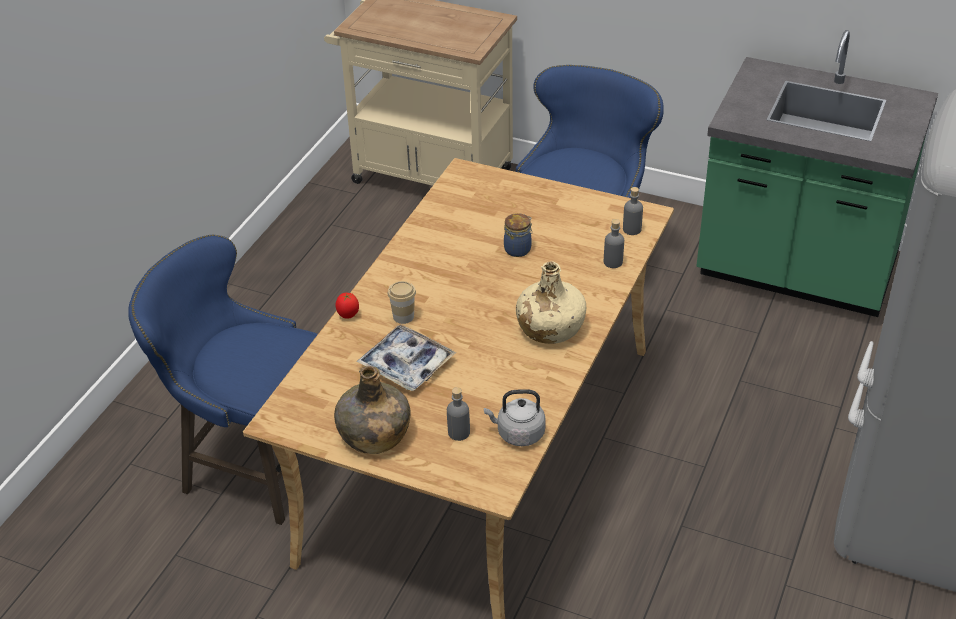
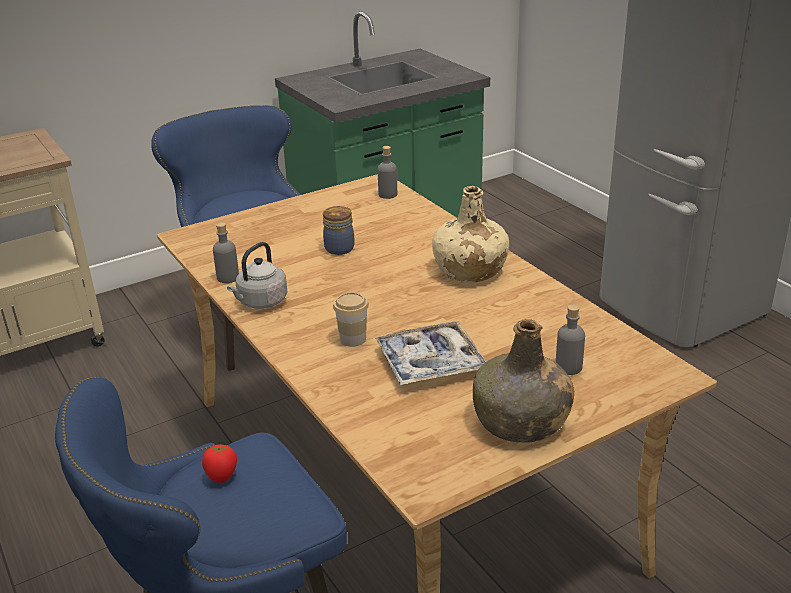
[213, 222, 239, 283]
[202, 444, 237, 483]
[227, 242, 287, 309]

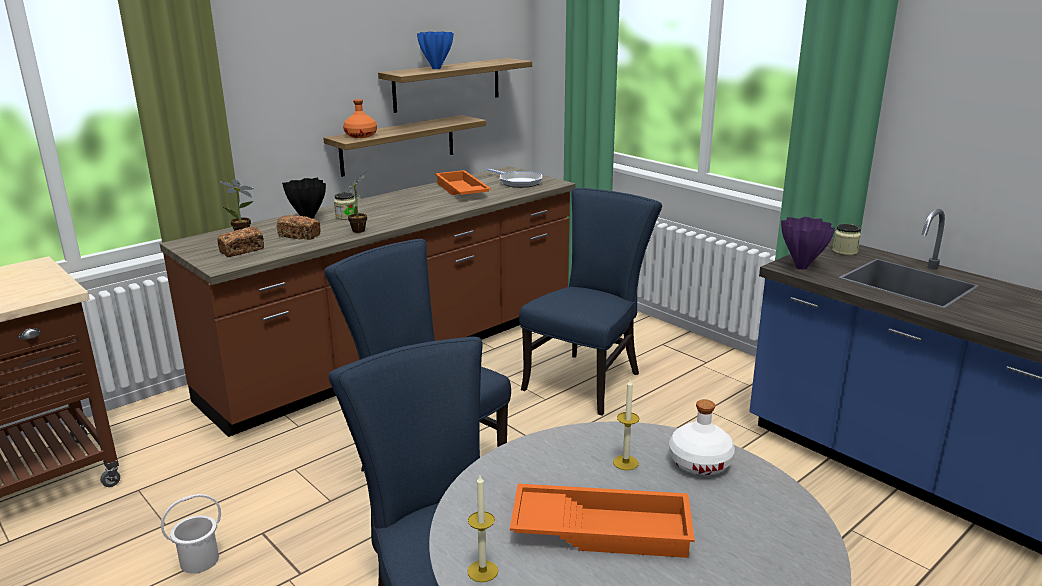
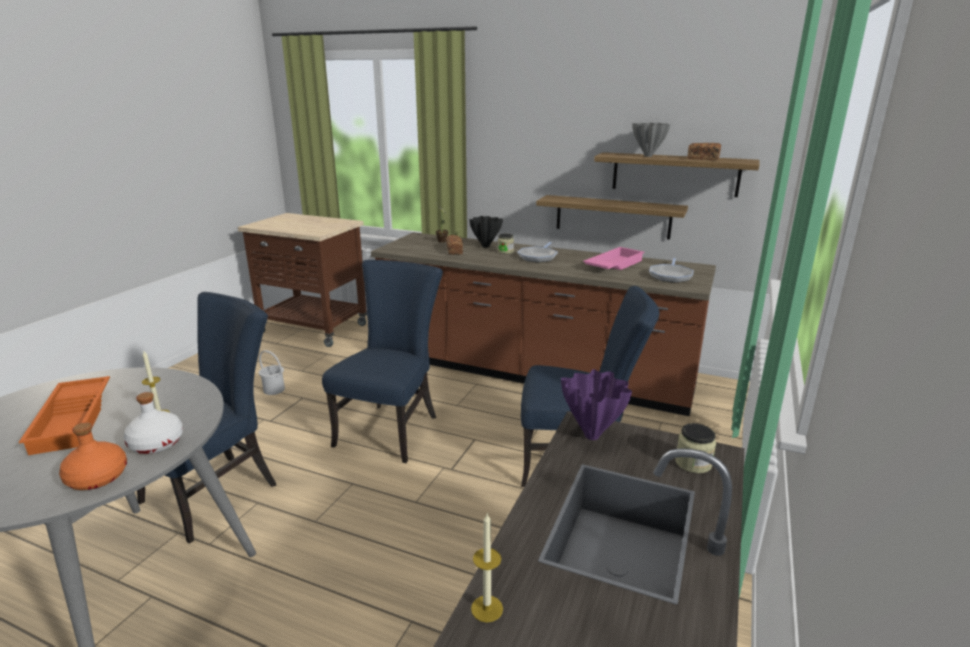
[633, 123, 670, 157]
[59, 422, 127, 490]
[583, 247, 645, 270]
[342, 172, 367, 233] (first image)
[688, 143, 721, 160]
[471, 514, 503, 622]
[517, 242, 558, 262]

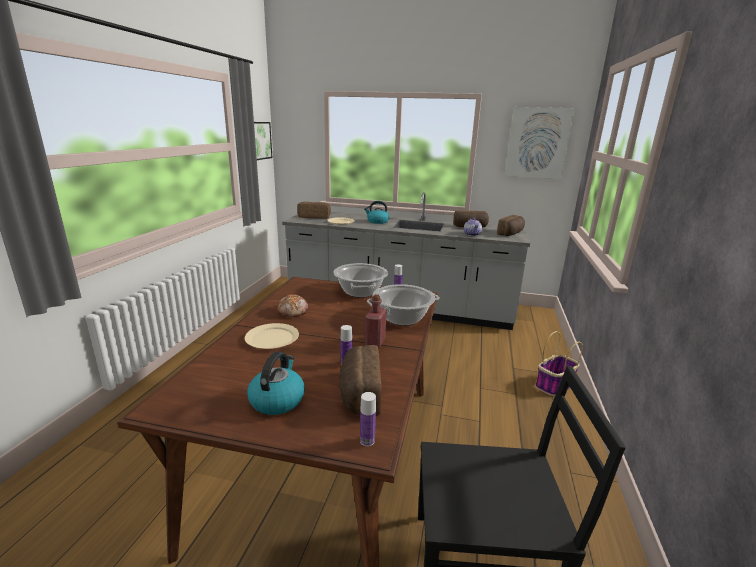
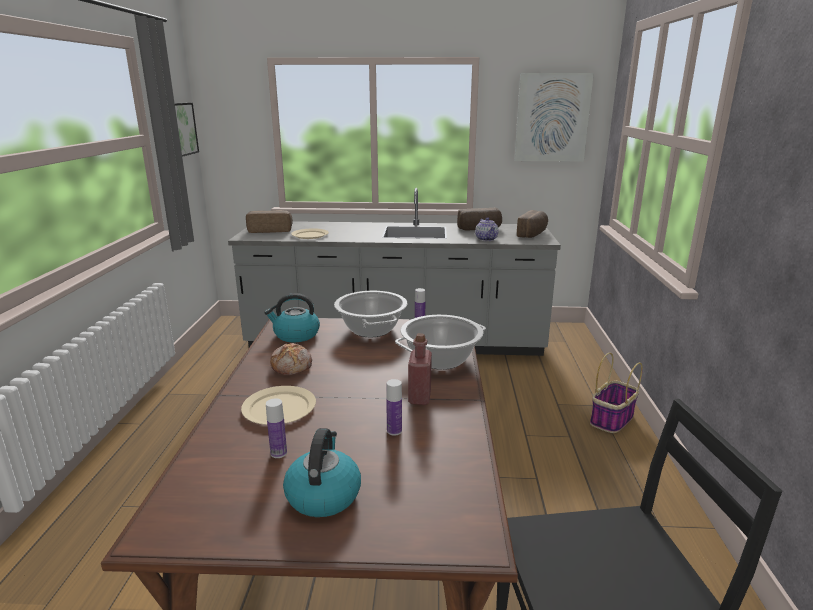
[264, 293, 320, 342]
[339, 345, 381, 416] (first image)
[266, 399, 287, 458]

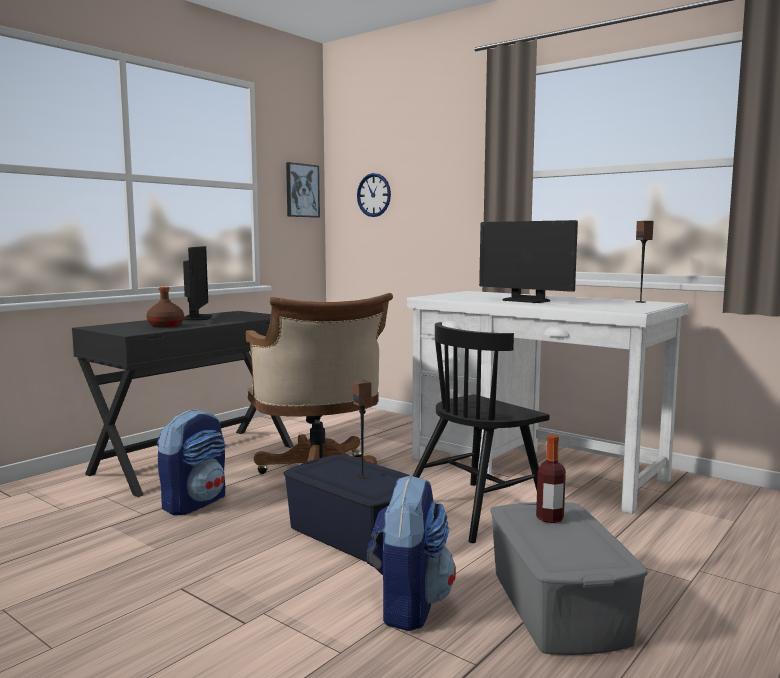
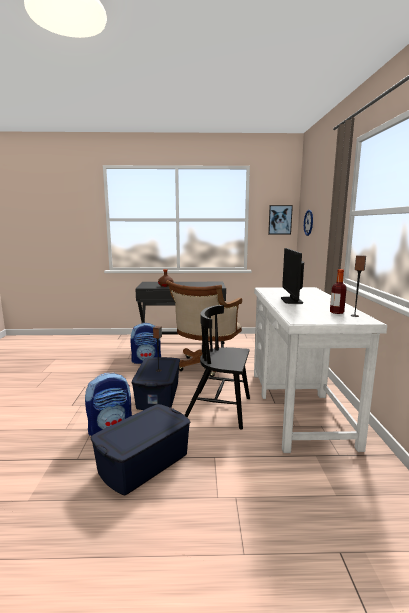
[183, 246, 212, 320] (first image)
[330, 269, 347, 314]
[91, 404, 190, 495]

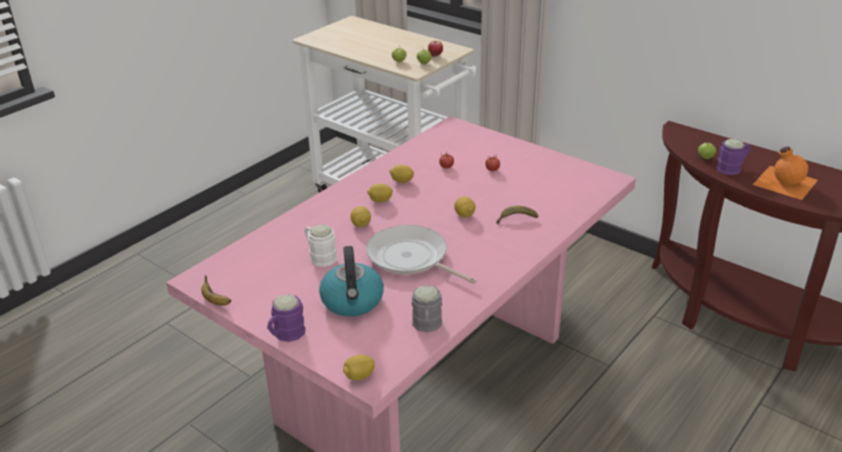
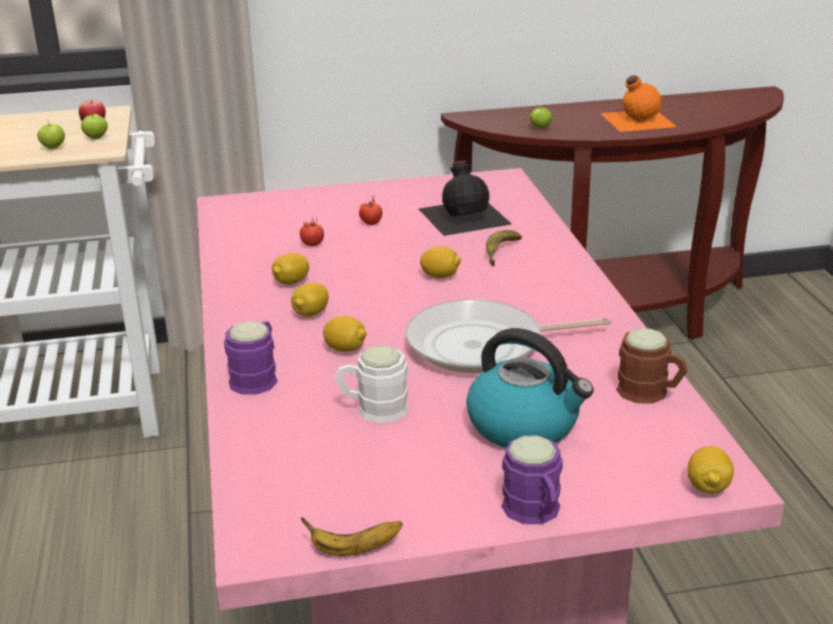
[224, 321, 278, 395]
[616, 328, 688, 404]
[419, 161, 512, 236]

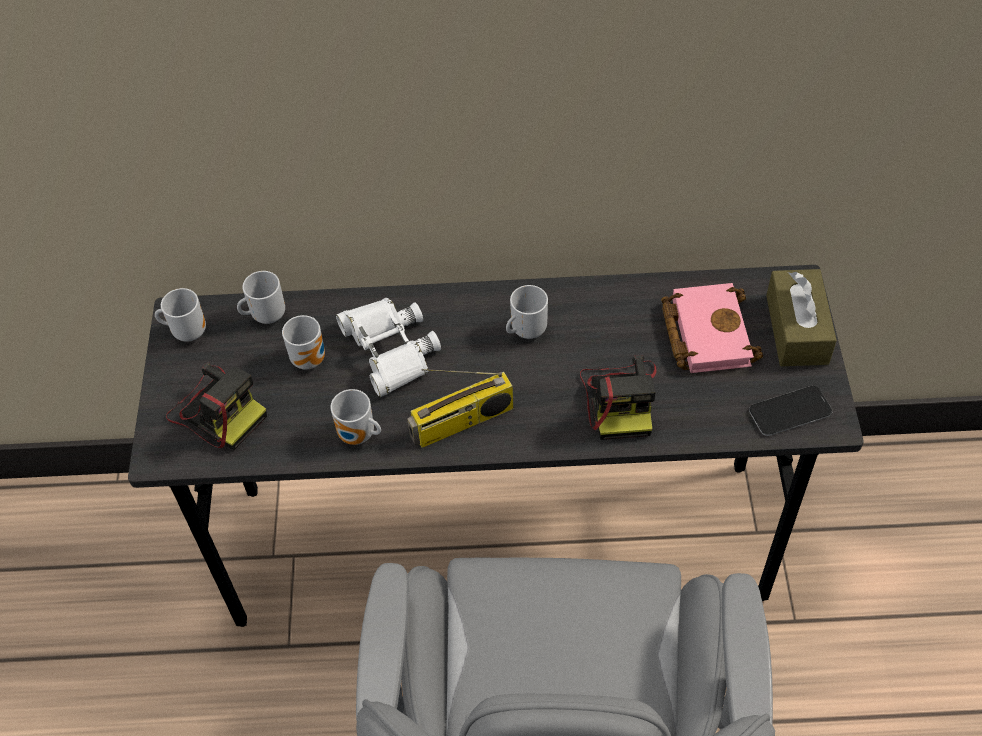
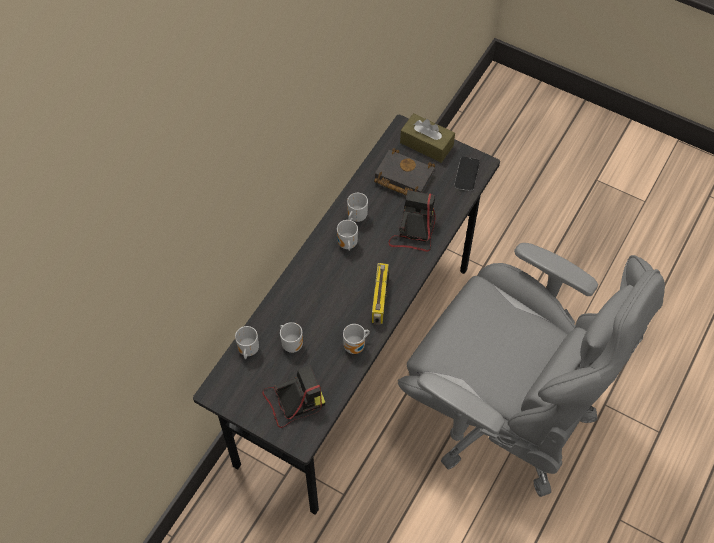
[374, 148, 435, 196]
[347, 193, 368, 222]
[336, 298, 441, 397] (first image)
[388, 190, 436, 252]

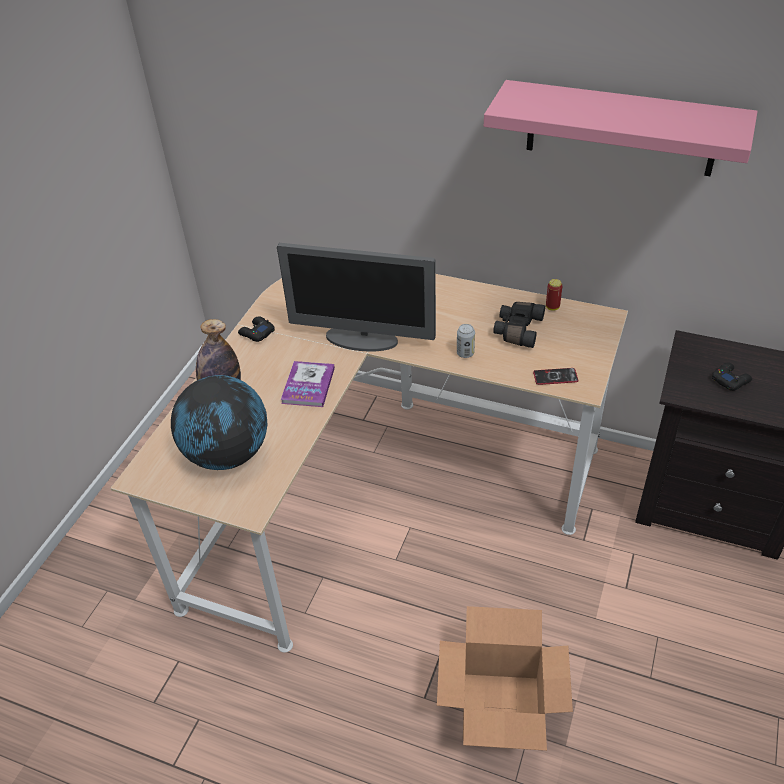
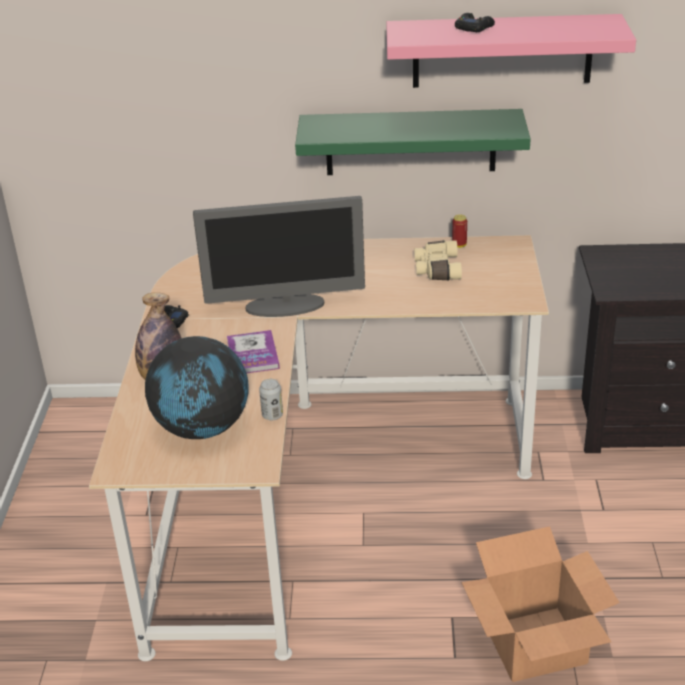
[414, 240, 462, 280]
[259, 379, 283, 420]
[455, 13, 495, 32]
[533, 368, 579, 385] (first image)
[295, 109, 531, 175]

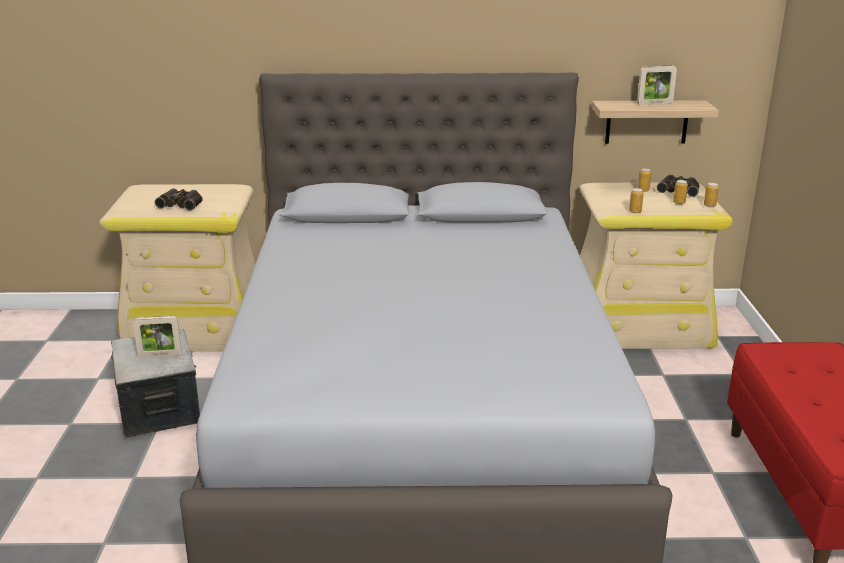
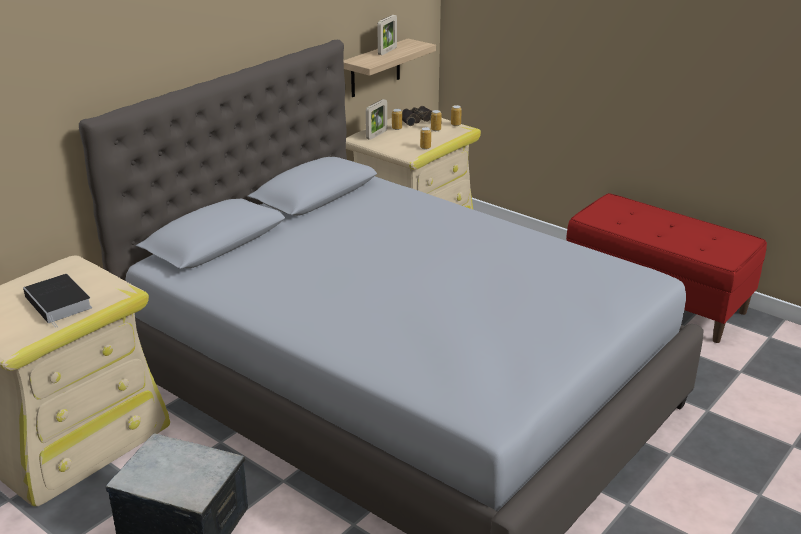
[23, 274, 92, 327]
[366, 99, 387, 140]

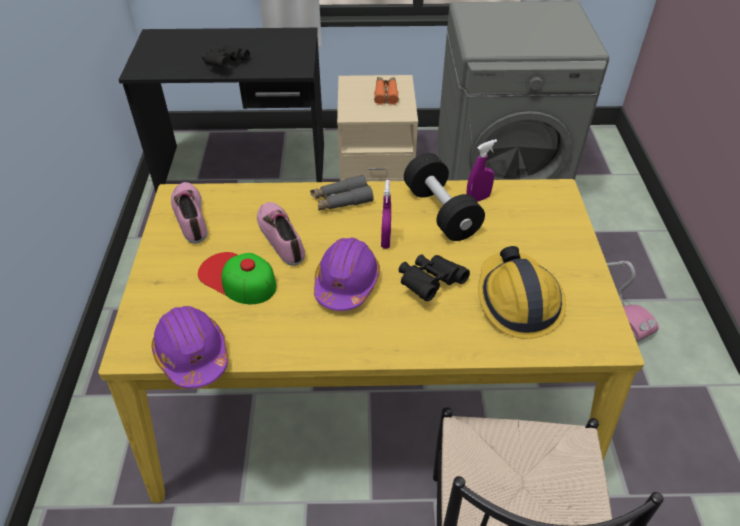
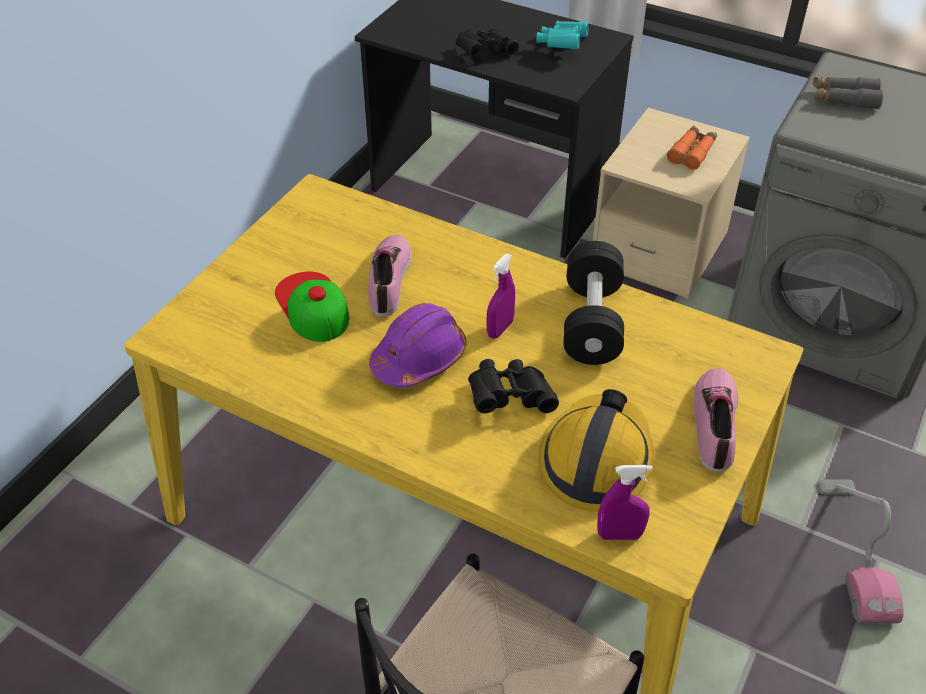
[597, 465, 653, 540]
[813, 77, 883, 109]
[694, 368, 738, 472]
[152, 306, 228, 389] (first image)
[536, 21, 589, 49]

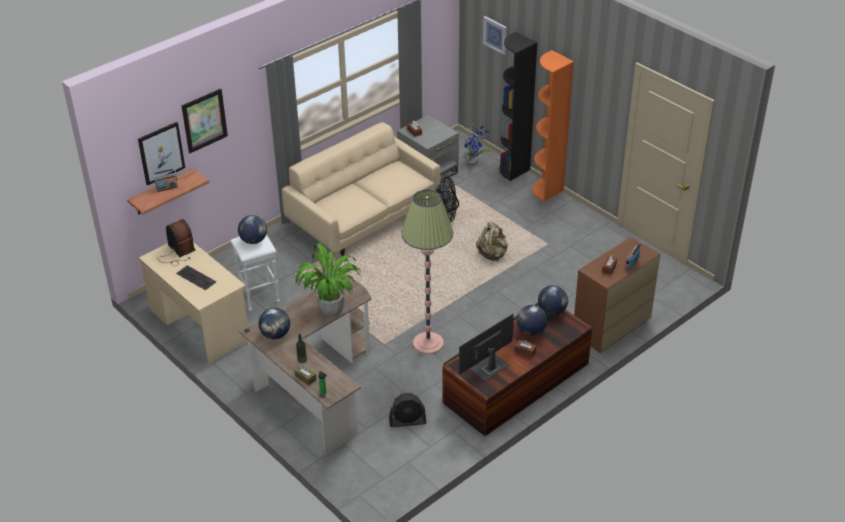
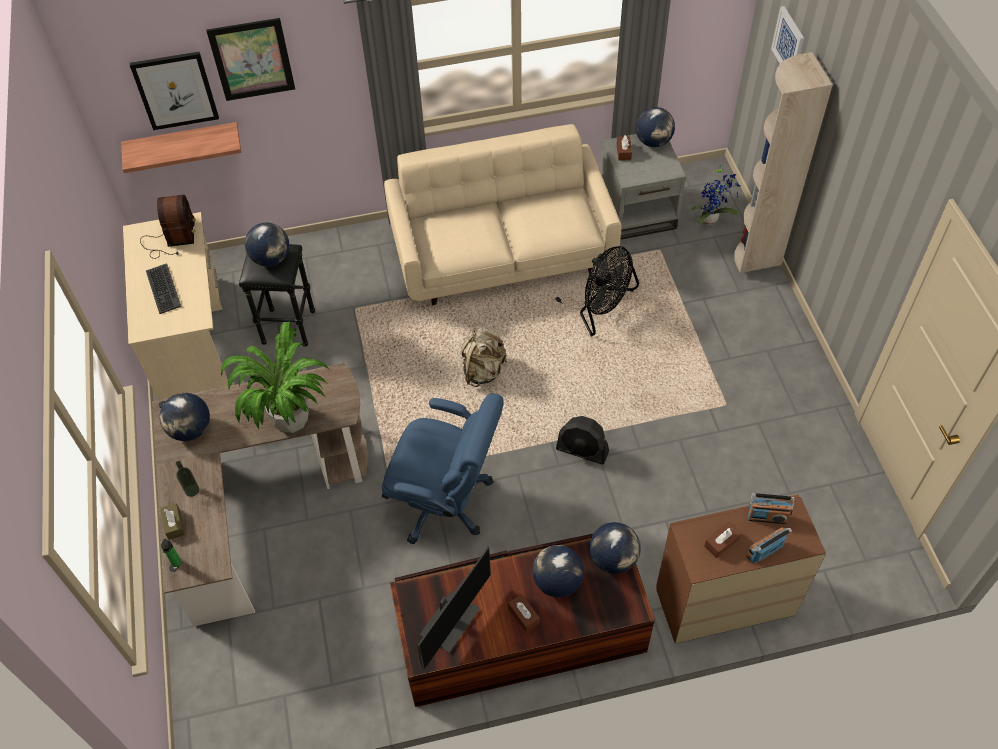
[734, 52, 832, 273]
[532, 50, 574, 202] (first image)
[748, 493, 795, 524]
[382, 394, 503, 544]
[461, 328, 507, 387]
[239, 244, 315, 346]
[418, 547, 491, 670]
[556, 416, 609, 464]
[636, 107, 675, 147]

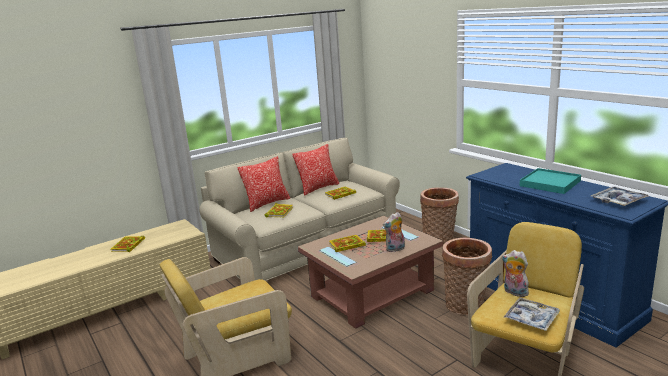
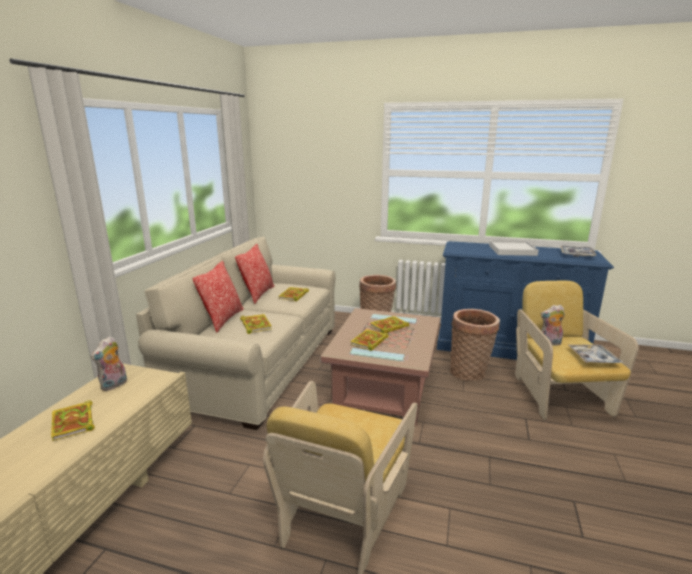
[489, 240, 538, 256]
[91, 336, 127, 391]

